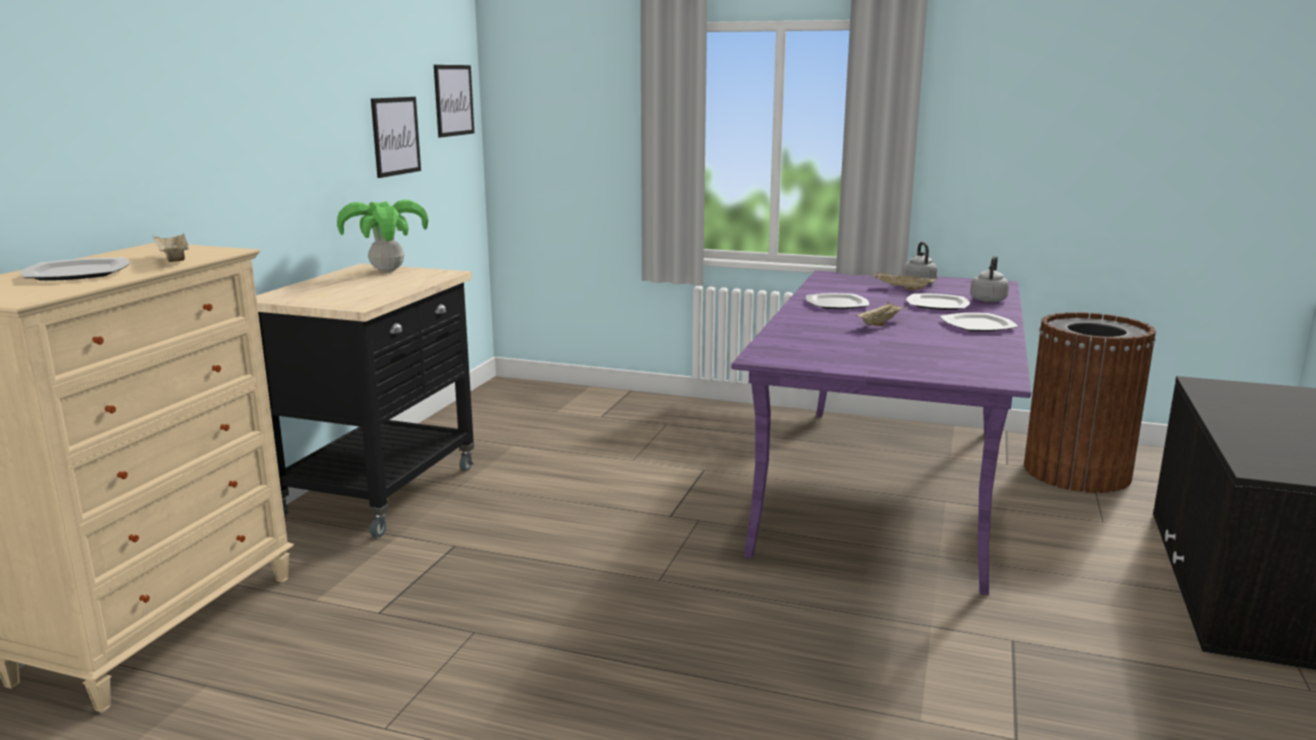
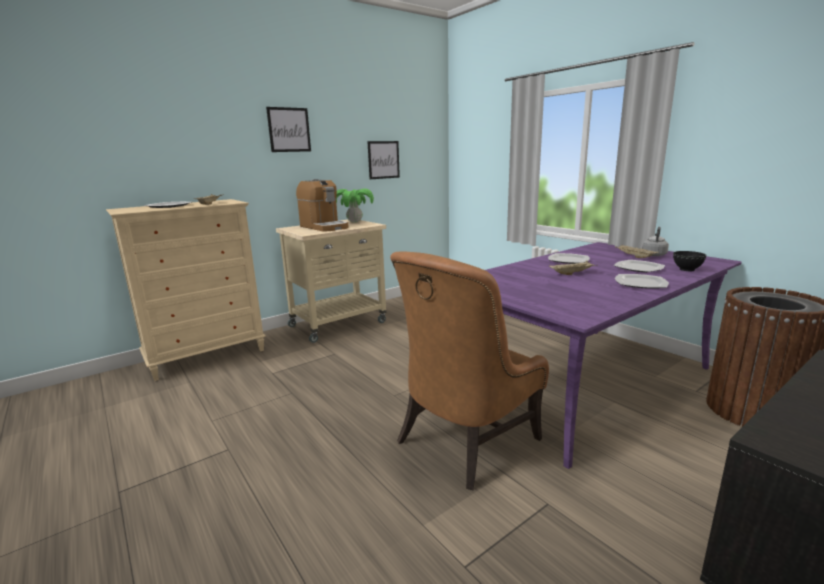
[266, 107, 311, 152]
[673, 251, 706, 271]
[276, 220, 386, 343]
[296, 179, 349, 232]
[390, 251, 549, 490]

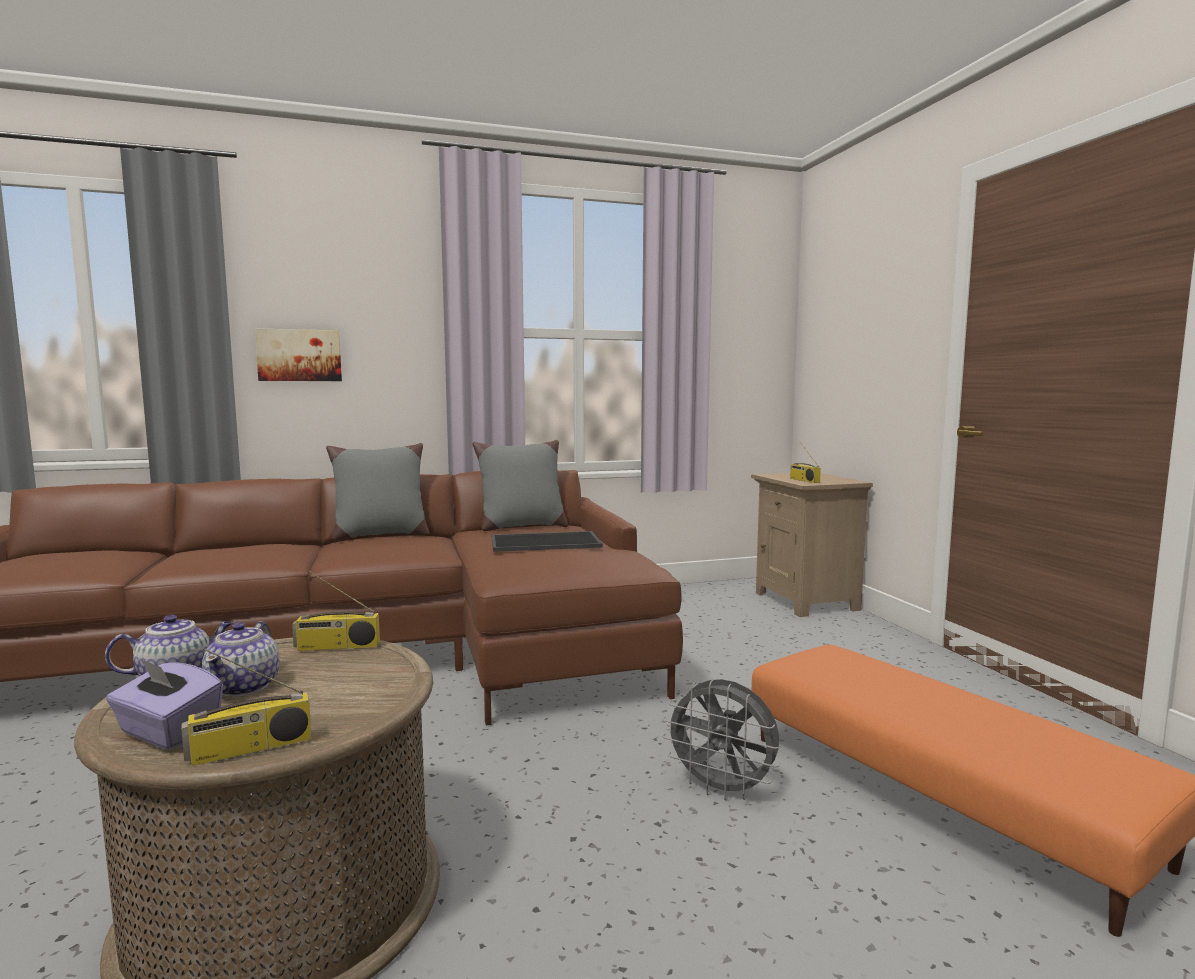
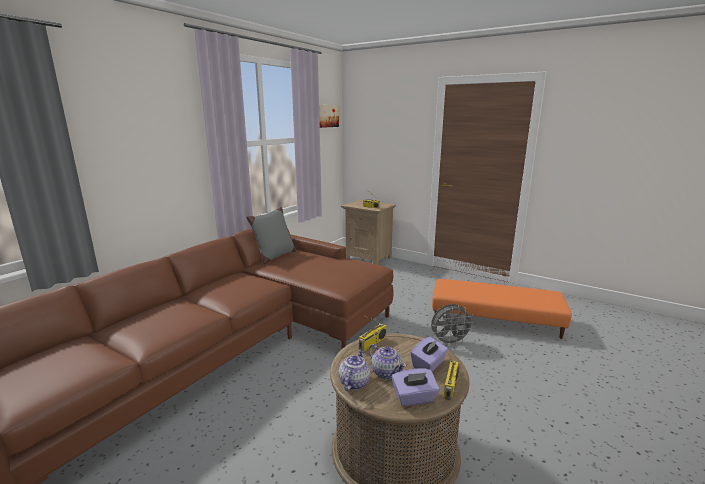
[319, 105, 339, 128]
[326, 443, 429, 540] (first image)
[491, 531, 603, 552] (first image)
[410, 337, 448, 372]

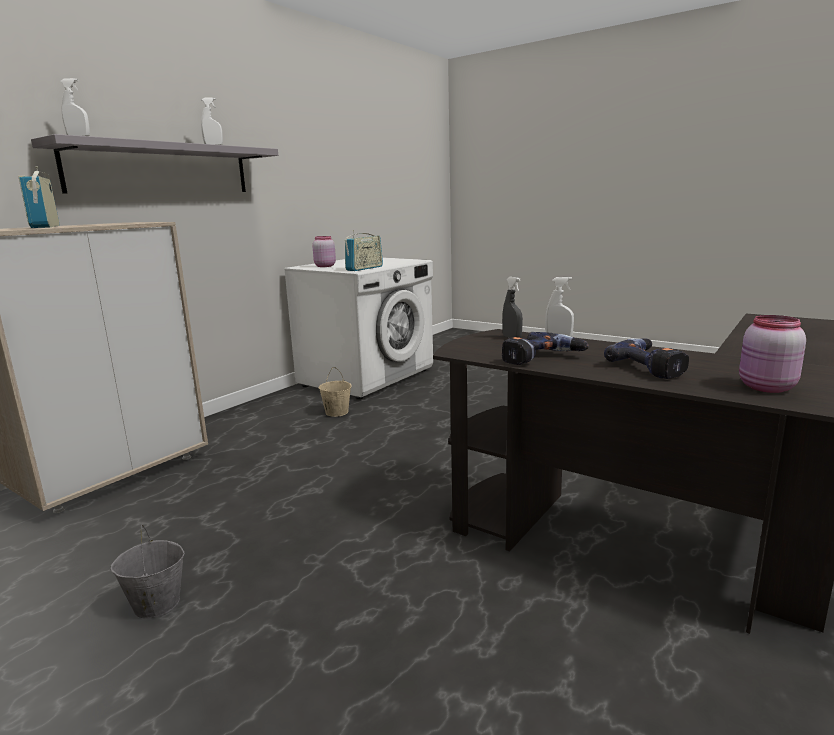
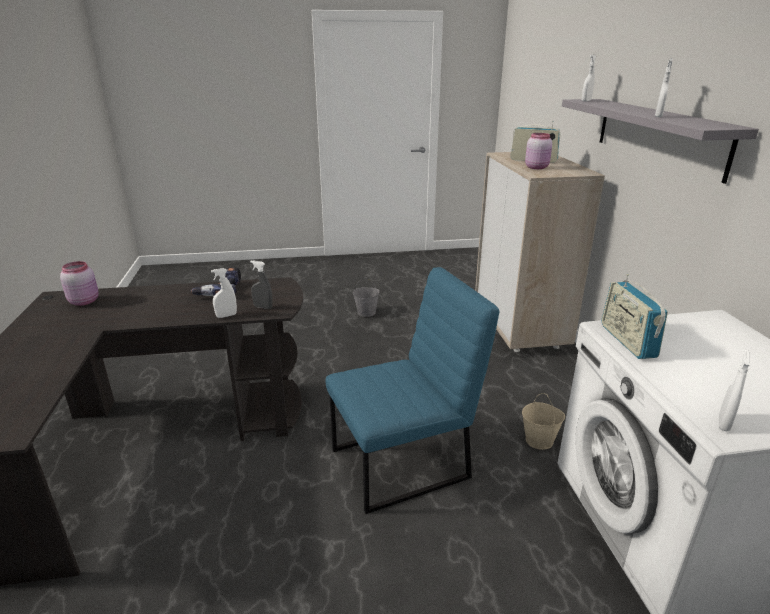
[525, 133, 552, 169]
[604, 338, 689, 379] (first image)
[326, 267, 499, 514]
[719, 349, 750, 431]

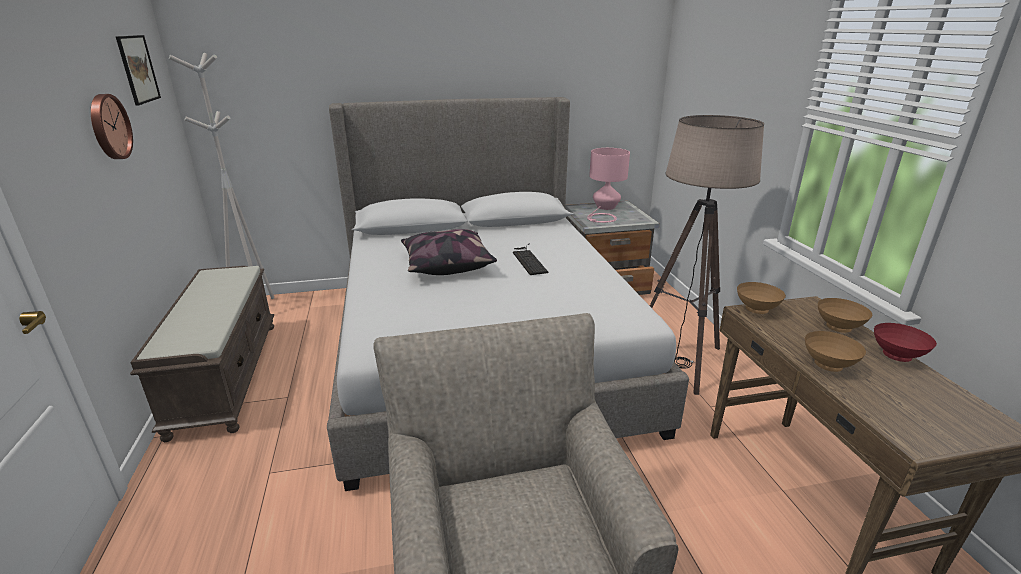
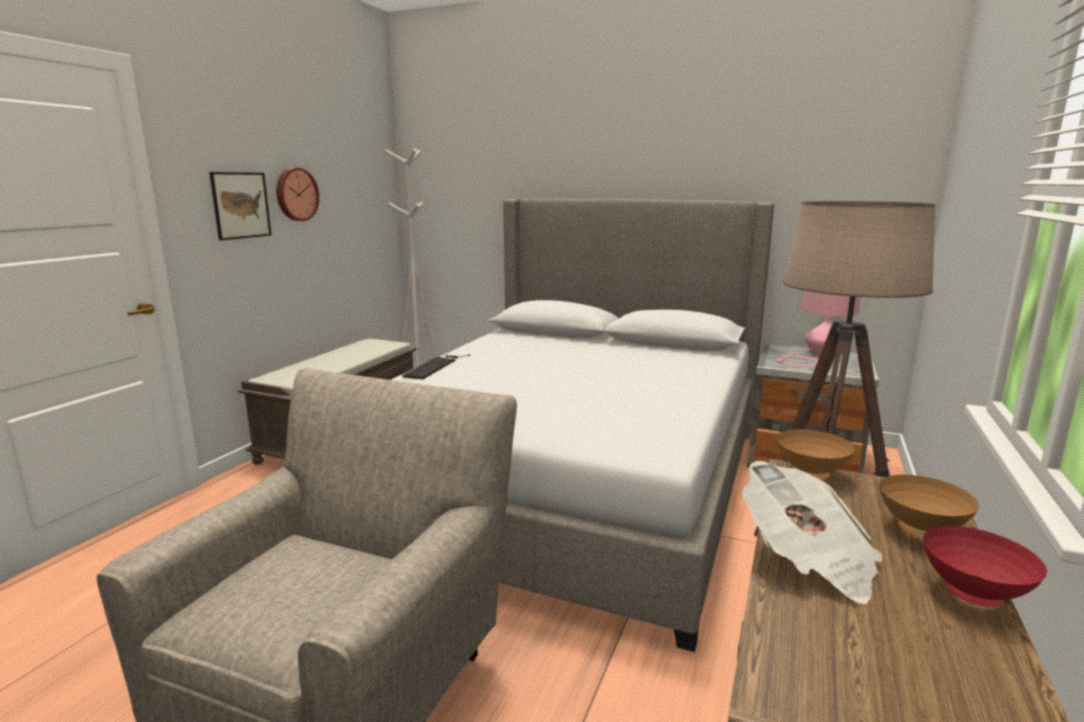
[209, 172, 272, 240]
[401, 229, 497, 275] (first image)
[402, 354, 470, 379]
[742, 461, 883, 604]

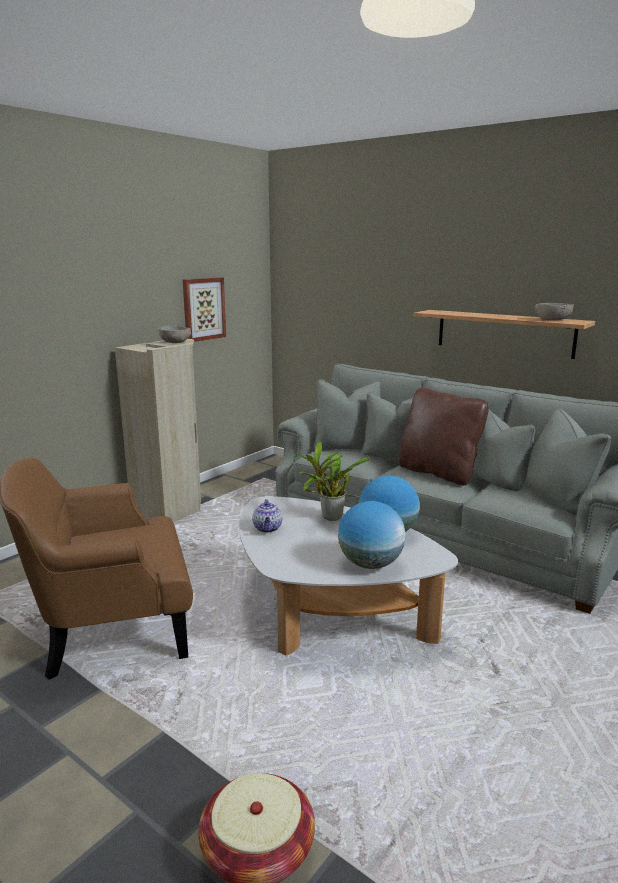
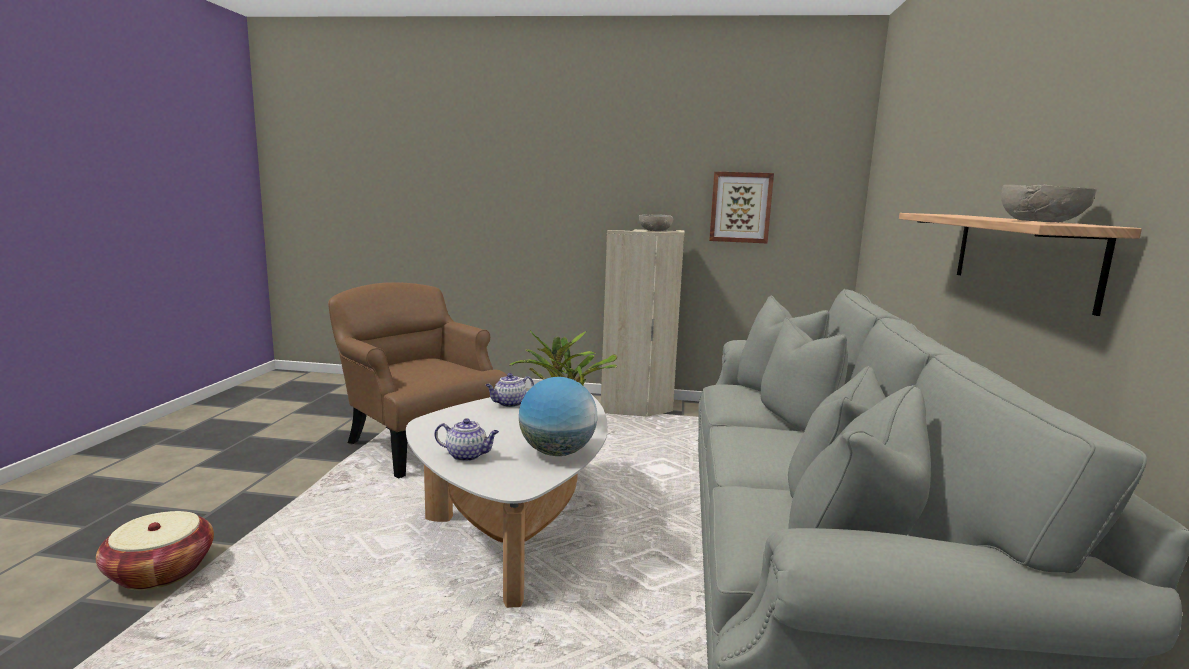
[398, 388, 489, 485] (first image)
[435, 418, 499, 461]

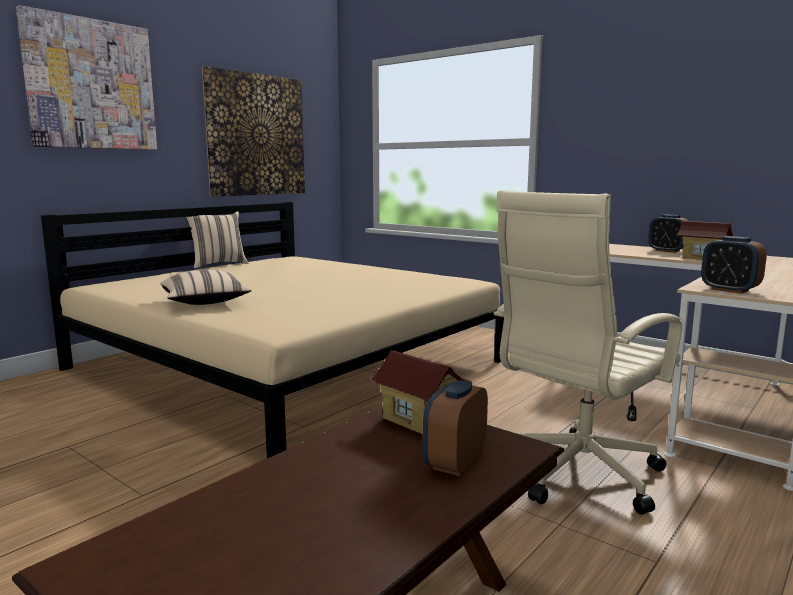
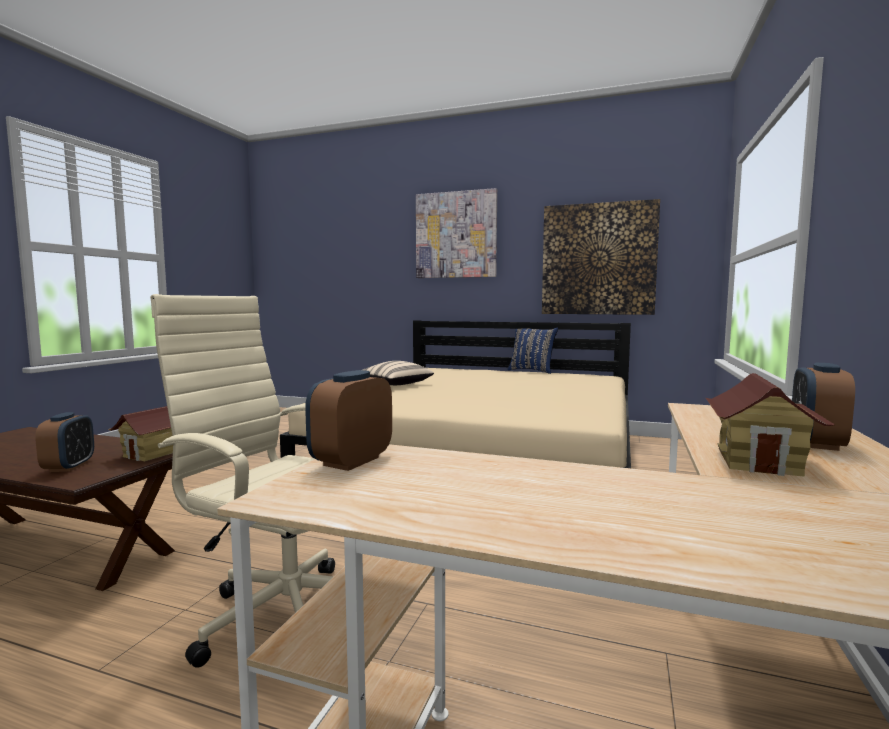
[508, 327, 558, 374]
[35, 412, 94, 472]

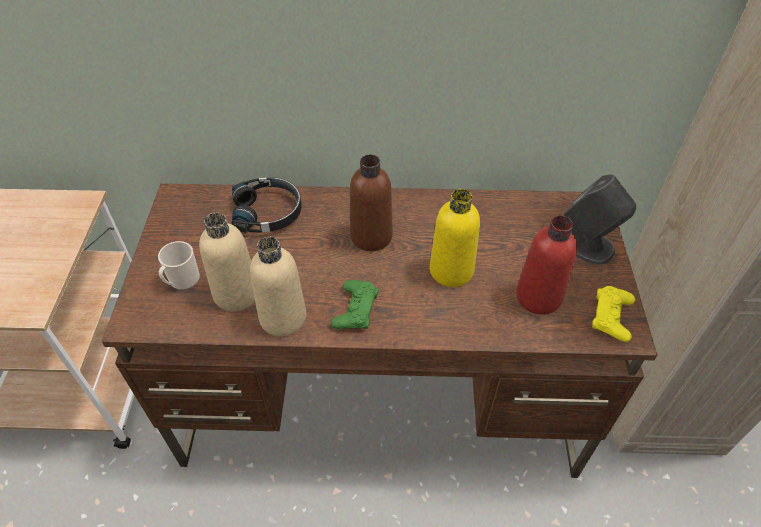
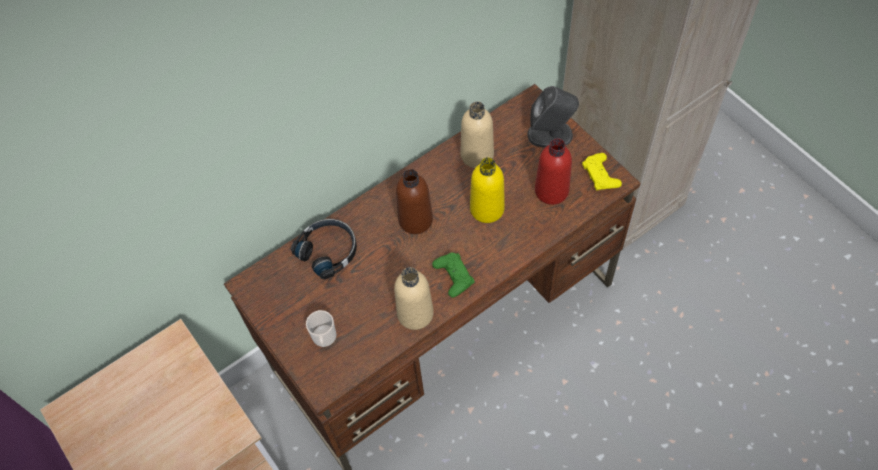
[460, 101, 494, 168]

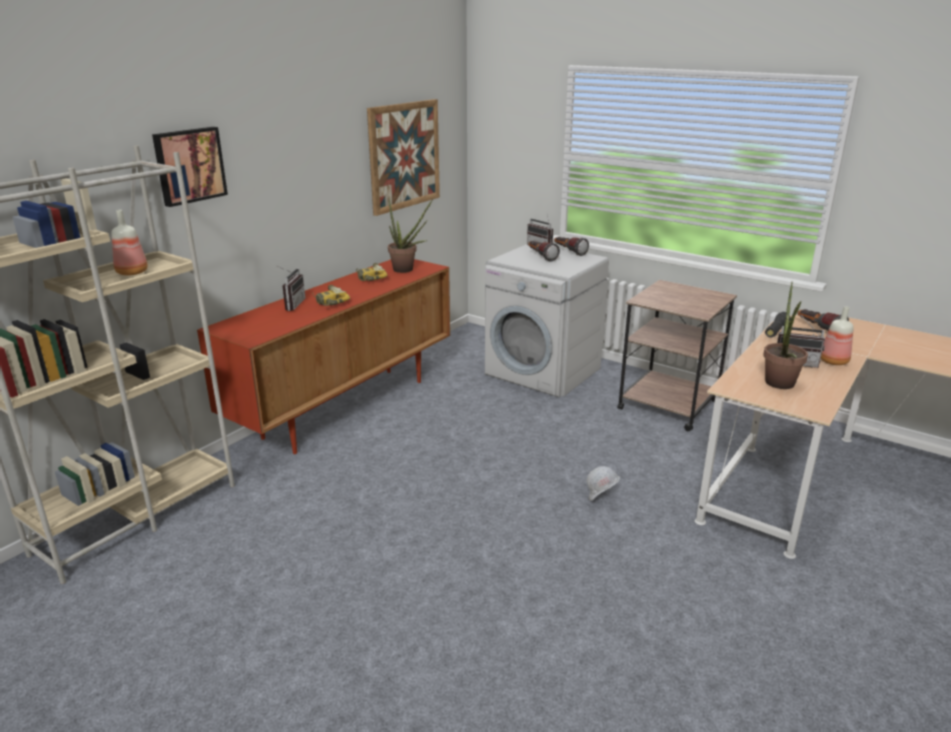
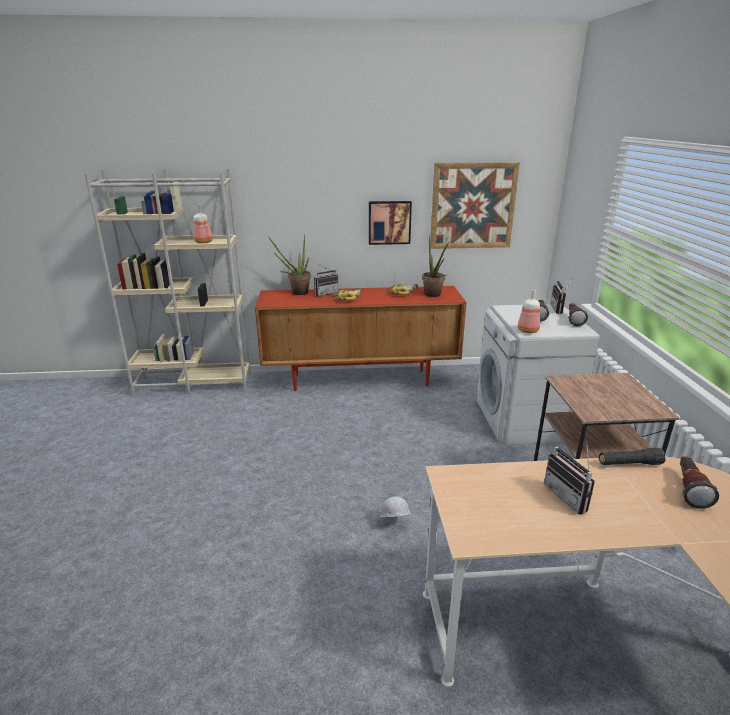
[369, 201, 412, 245]
[268, 234, 311, 295]
[518, 289, 540, 333]

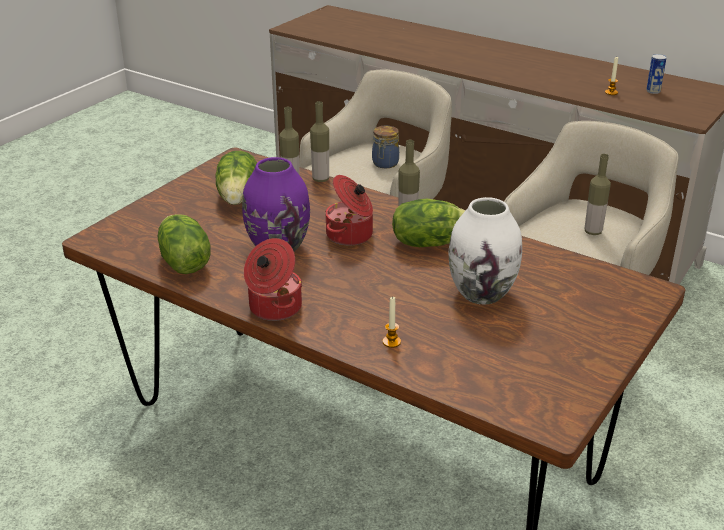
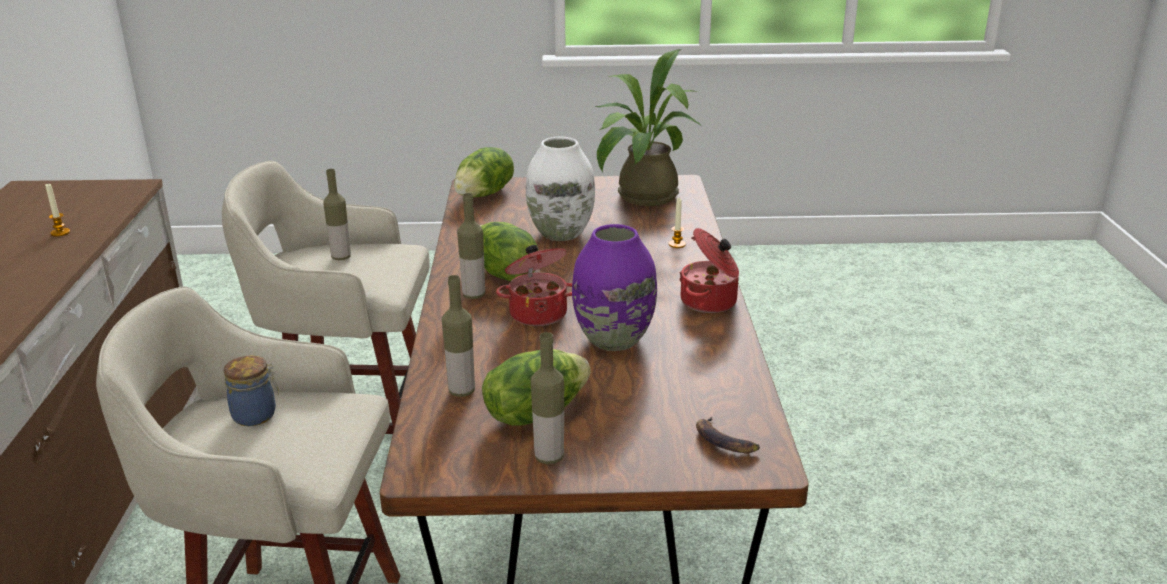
[646, 54, 667, 94] (first image)
[531, 332, 564, 464]
[454, 147, 514, 197]
[595, 49, 700, 206]
[696, 416, 760, 453]

